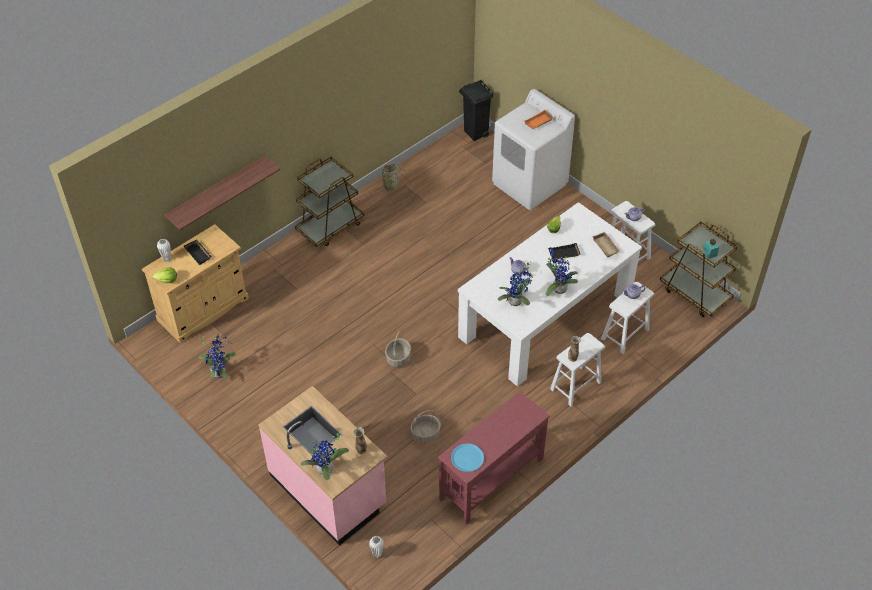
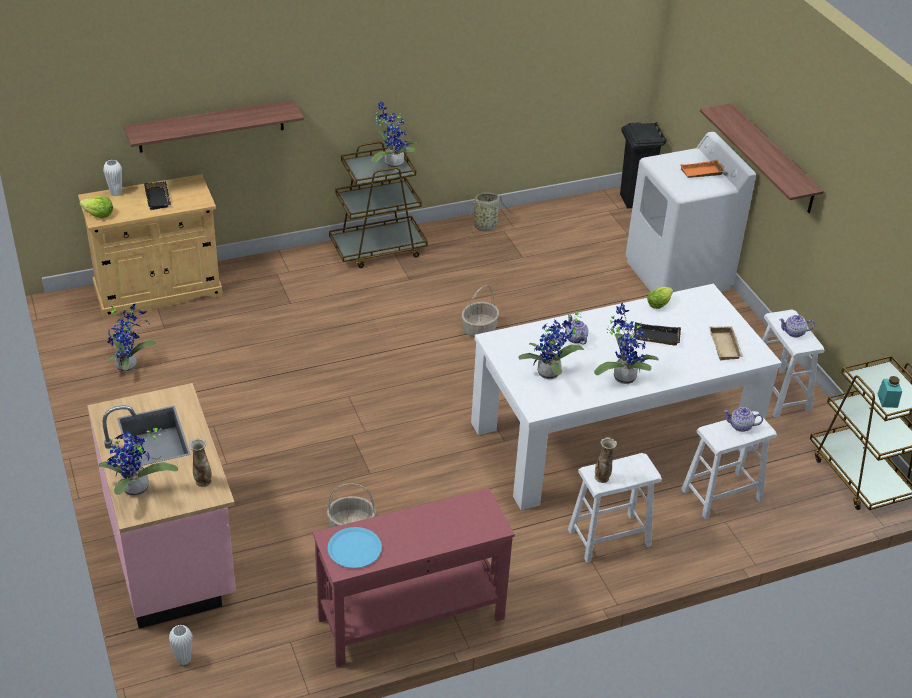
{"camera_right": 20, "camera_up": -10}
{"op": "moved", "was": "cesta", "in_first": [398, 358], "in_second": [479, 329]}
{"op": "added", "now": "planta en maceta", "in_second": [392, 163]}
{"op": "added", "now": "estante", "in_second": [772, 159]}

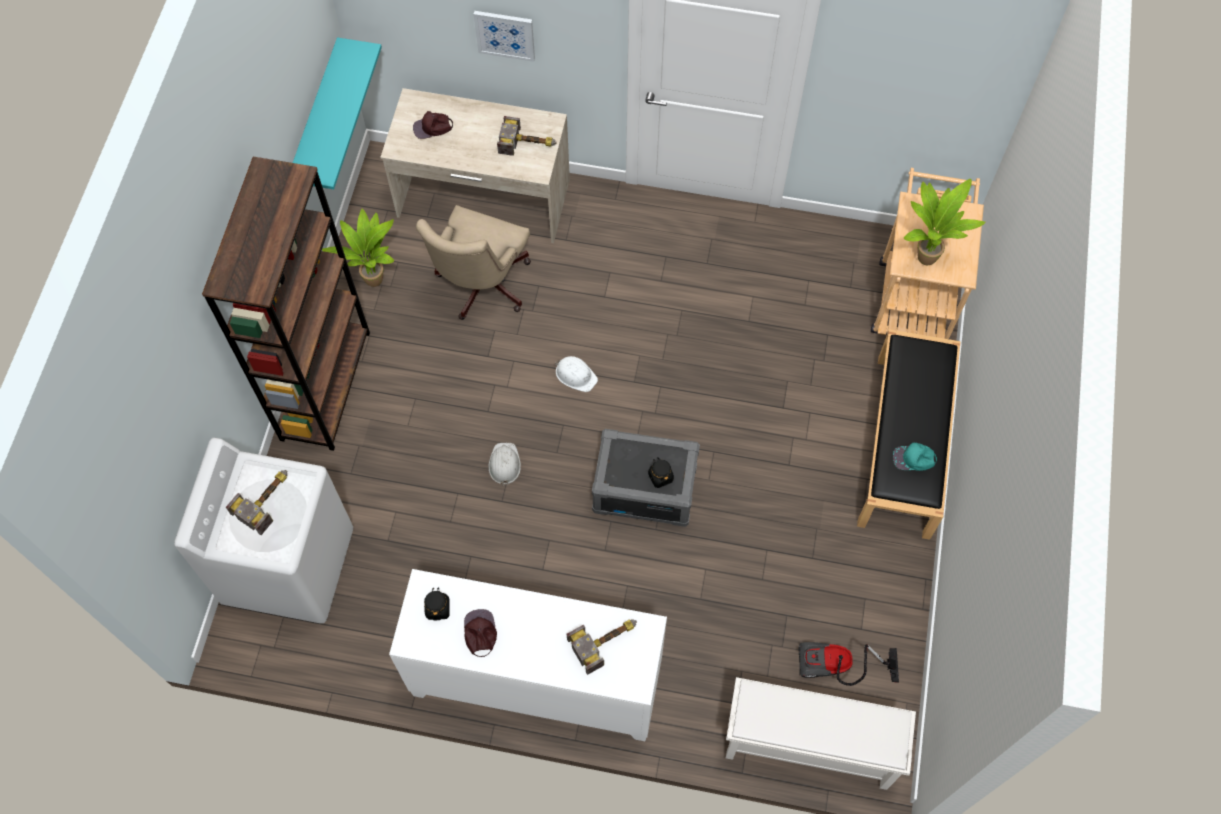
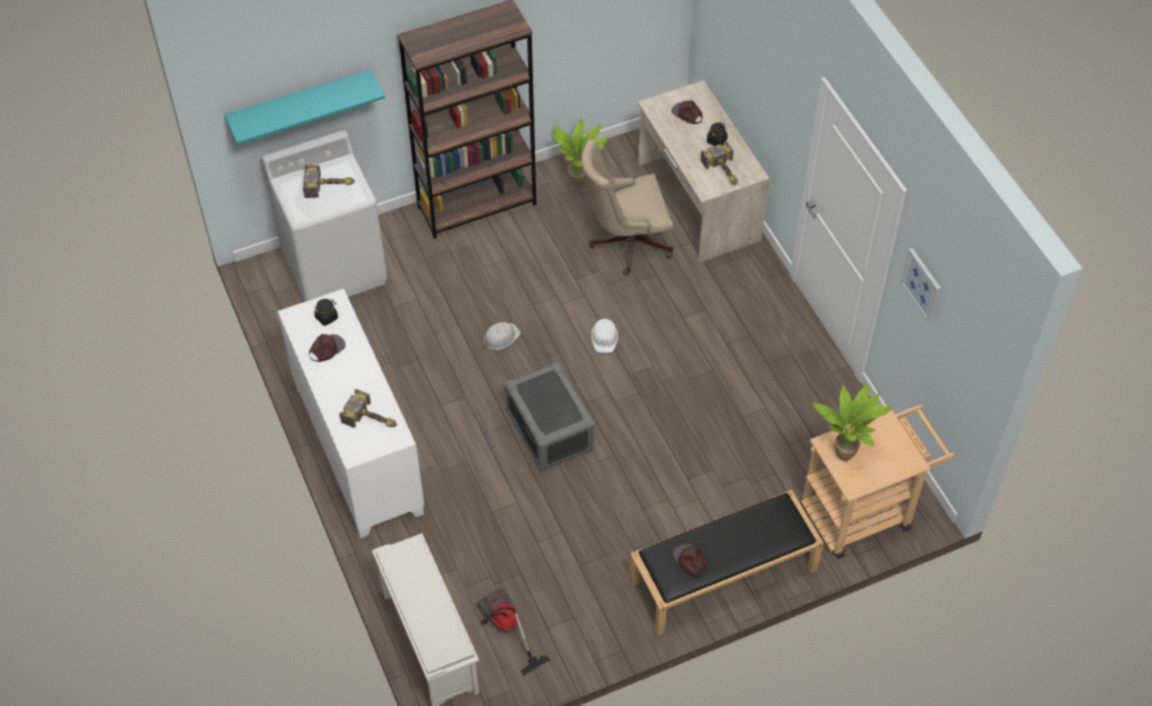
{"camera_right": 55, "camera_up": -10}
{"op": "moved", "was": "cuadro", "in_first": [505, 34], "in_second": [922, 284]}
{"op": "moved", "was": "estante (turquesa)", "in_first": [316, 118], "in_second": [300, 103]}
{"op": "recoloured", "was": "gorra (turquesa)", "now": "gorra (marrón)", "in_first": [914, 459], "in_second": [690, 561]}
{"op": "moved", "was": "tarro (negro)", "in_first": [660, 477], "in_second": [716, 140]}

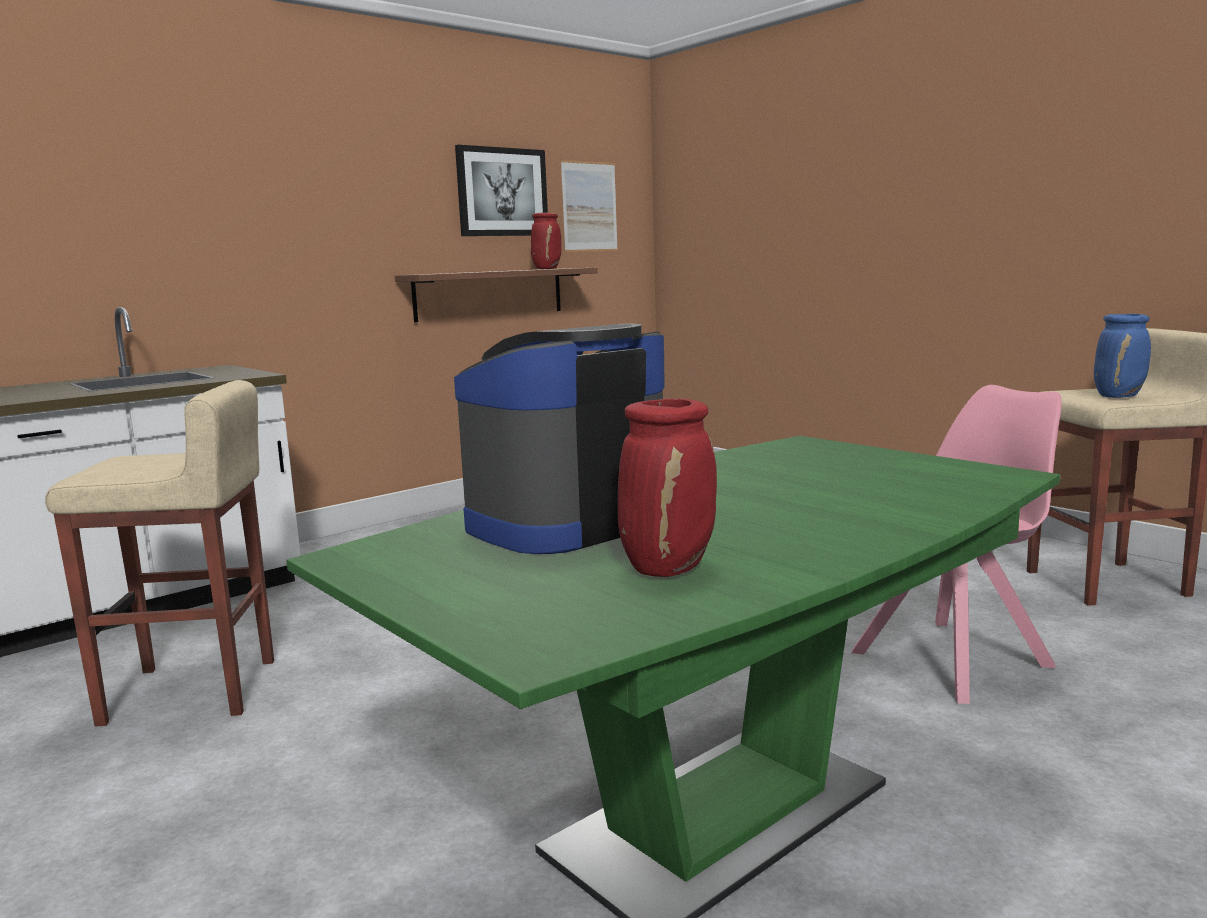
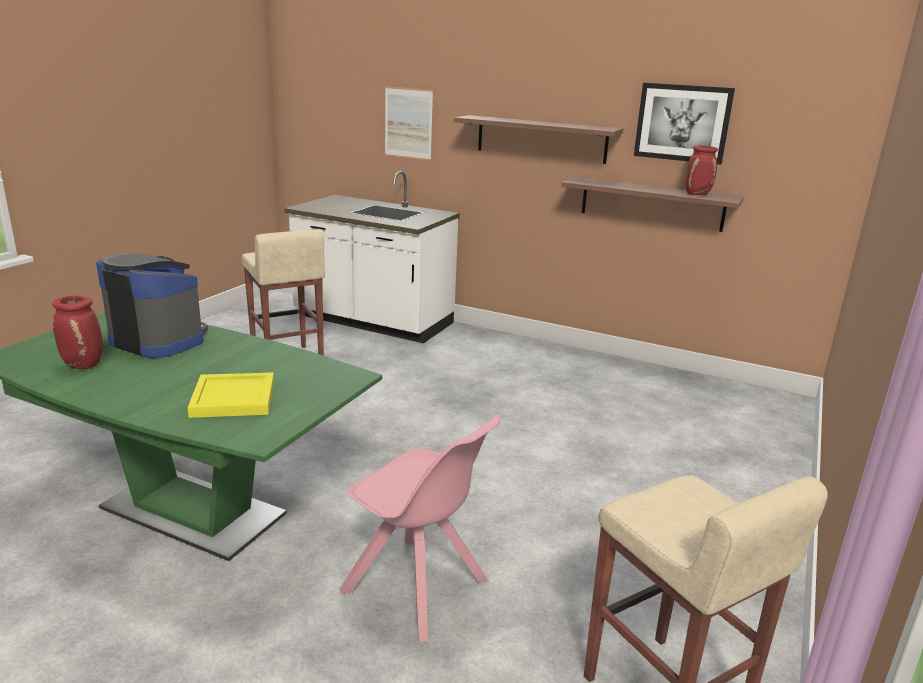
{"camera_right": 65, "camera_up": 10}
{"op": "moved", "was": "cuadro", "in_first": [589, 207], "in_second": [408, 123]}
{"op": "removed", "was": "florero (azul)", "in_first": [1118, 396]}
{"op": "added", "now": "estante", "in_second": [541, 139]}
{"op": "added", "now": "bandeja (amarillo)", "in_second": [235, 398]}

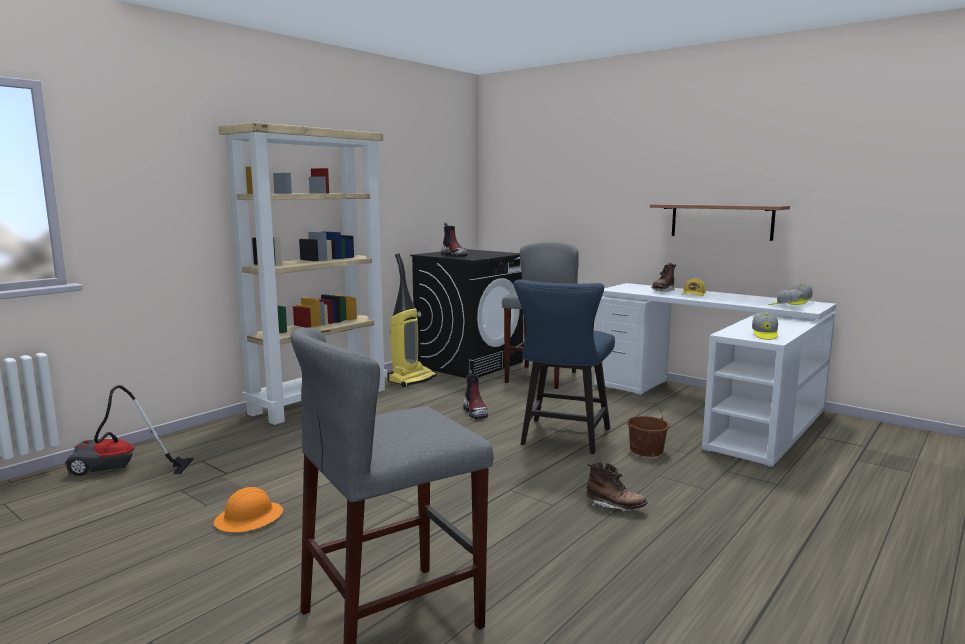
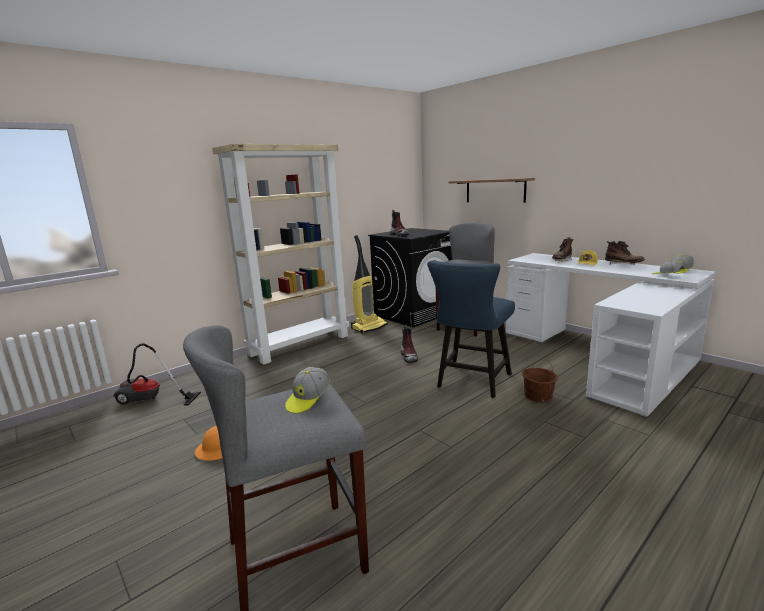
{"camera_right": 10, "camera_up": 5}
{"op": "moved", "was": "estante", "in_first": [721, 221], "in_second": [495, 190]}
{"op": "moved", "was": "gorra", "in_first": [764, 335], "in_second": [308, 399]}
{"op": "moved", "was": "bota (marrón)", "in_first": [615, 507], "in_second": [623, 265]}

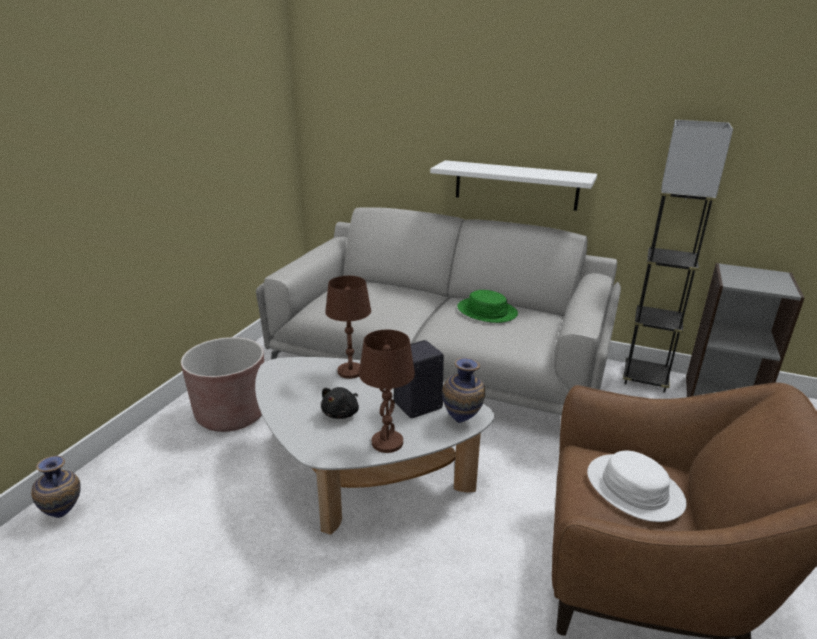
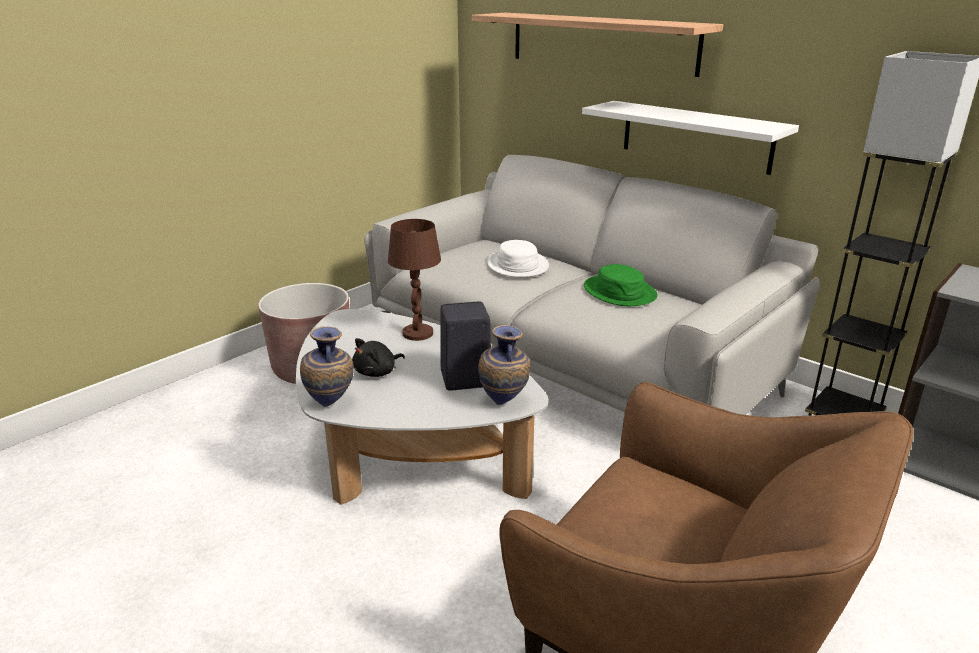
{"camera_right": 20, "camera_up": 0}
{"op": "removed", "was": "lámpara de mesa (marrón)", "in_first": [387, 442]}
{"op": "moved", "was": "sombrero (blanco)", "in_first": [634, 488], "in_second": [517, 265]}
{"op": "moved", "was": "florero", "in_first": [65, 514], "in_second": [331, 405]}
{"op": "added", "now": "estante", "in_second": [601, 42]}

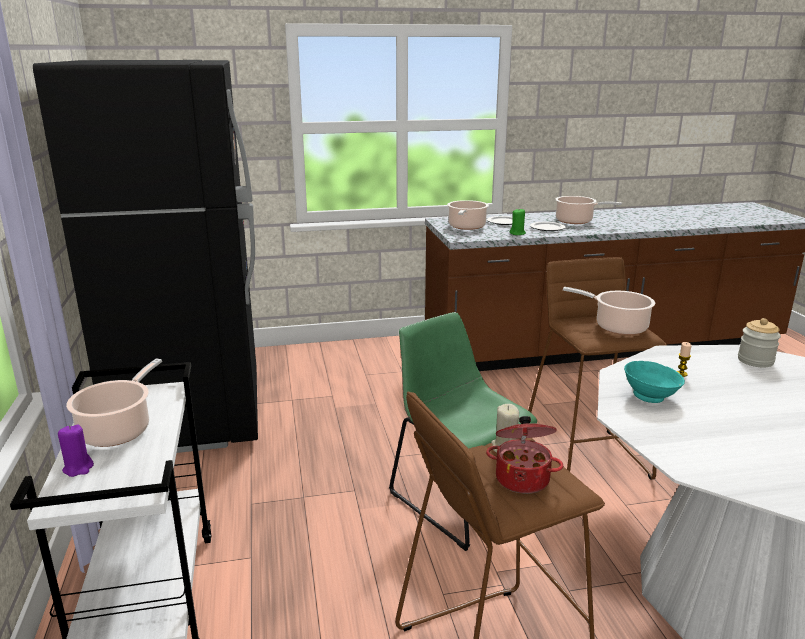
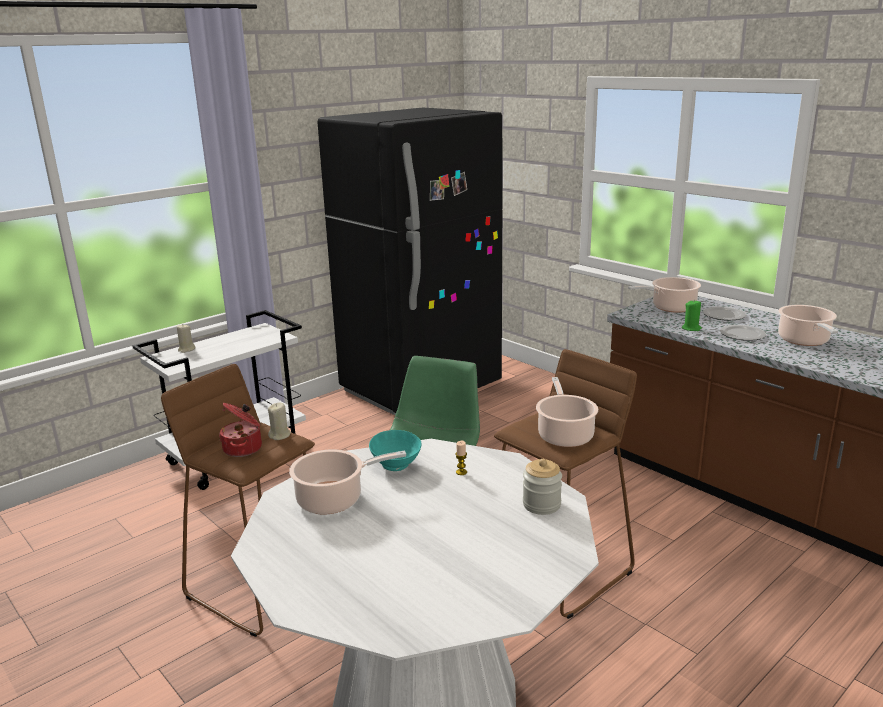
{"camera_right": 60, "camera_up": 0}
{"op": "moved", "was": "olla", "in_first": [118, 429], "in_second": [334, 499]}
{"op": "recoloured", "was": "vela (morado)", "now": "vela (beis)", "in_first": [78, 468], "in_second": [186, 349]}

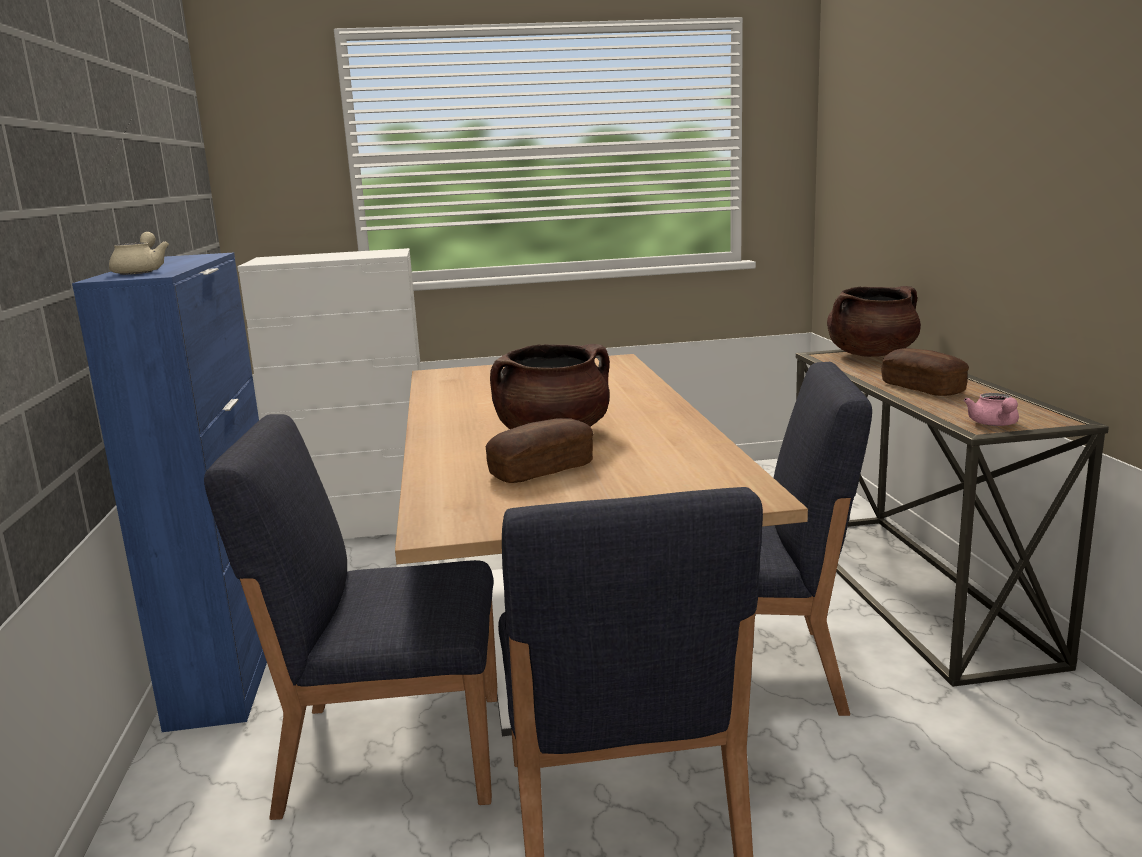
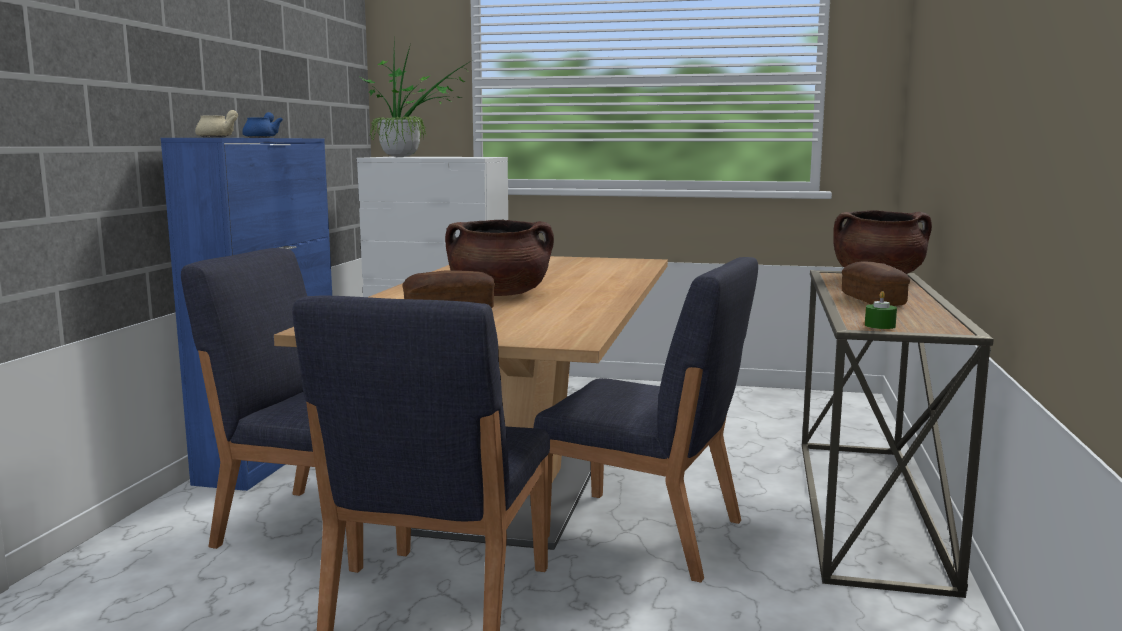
{"camera_right": 20, "camera_up": -5}
{"op": "replaced", "was": "tetera (rosa)", "now": "vela (verde)", "in_first": [994, 424], "in_second": [880, 326]}
{"op": "added", "now": "planta en maceta", "in_second": [409, 157]}
{"op": "added", "now": "tetera (azul)", "in_second": [262, 137]}

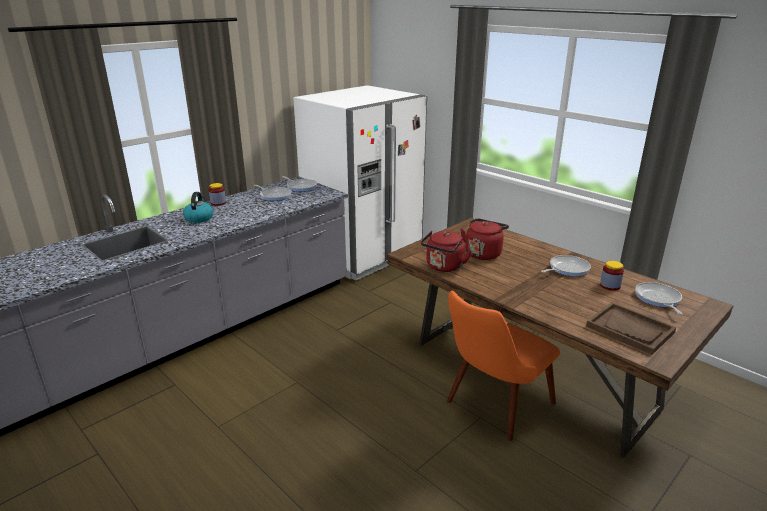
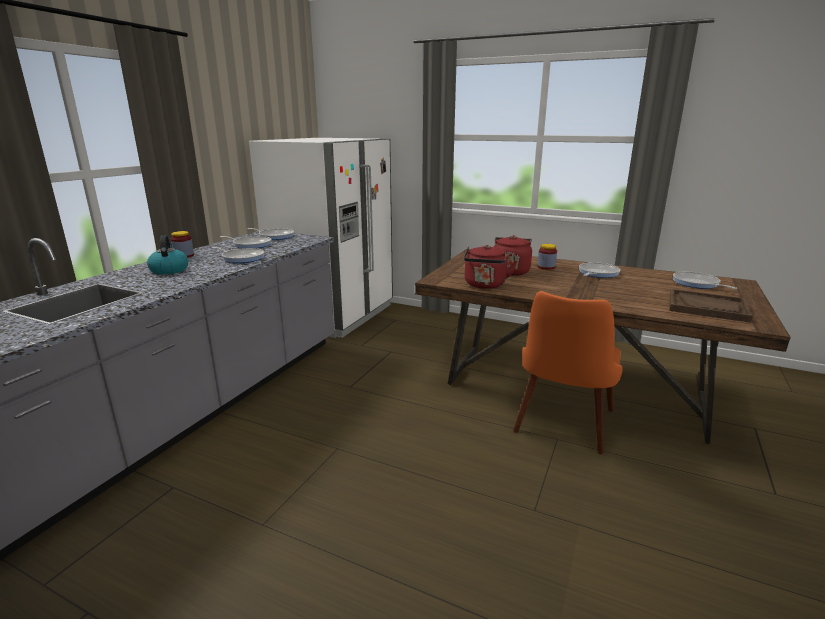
{"camera_right": -20, "camera_up": -5}
{"op": "moved", "was": "tarro", "in_first": [610, 286], "in_second": [546, 267]}
{"op": "added", "now": "sartén", "in_second": [241, 258]}

